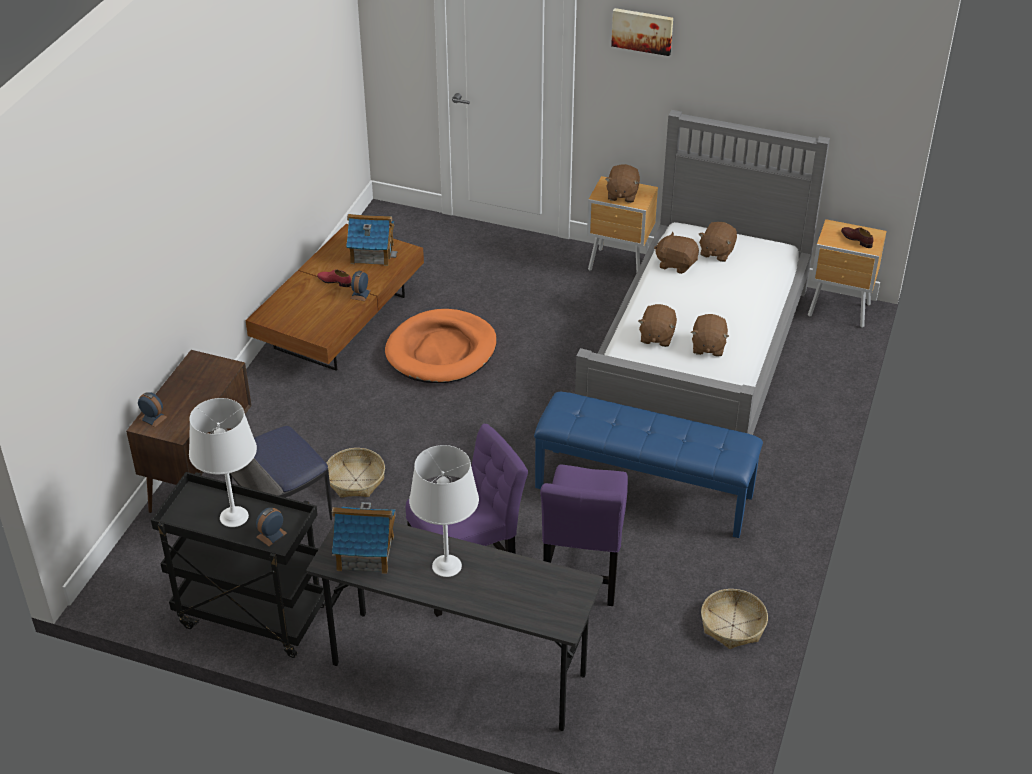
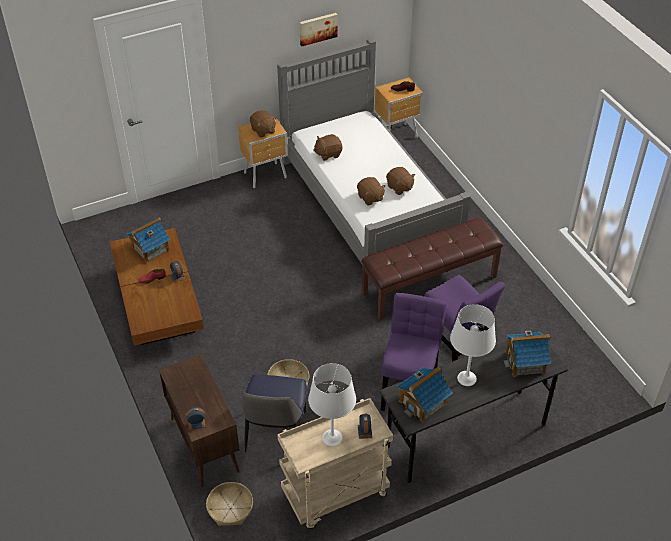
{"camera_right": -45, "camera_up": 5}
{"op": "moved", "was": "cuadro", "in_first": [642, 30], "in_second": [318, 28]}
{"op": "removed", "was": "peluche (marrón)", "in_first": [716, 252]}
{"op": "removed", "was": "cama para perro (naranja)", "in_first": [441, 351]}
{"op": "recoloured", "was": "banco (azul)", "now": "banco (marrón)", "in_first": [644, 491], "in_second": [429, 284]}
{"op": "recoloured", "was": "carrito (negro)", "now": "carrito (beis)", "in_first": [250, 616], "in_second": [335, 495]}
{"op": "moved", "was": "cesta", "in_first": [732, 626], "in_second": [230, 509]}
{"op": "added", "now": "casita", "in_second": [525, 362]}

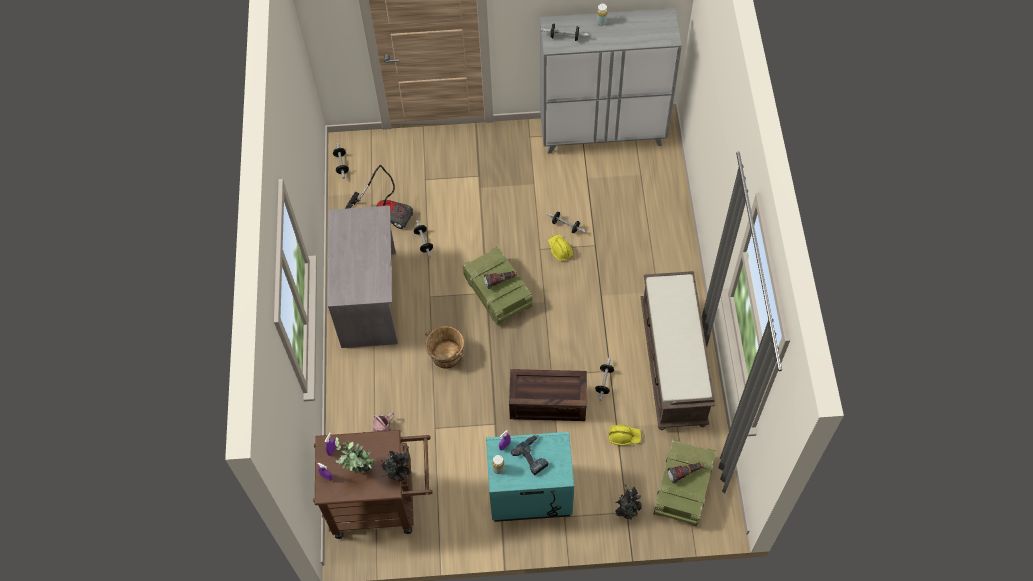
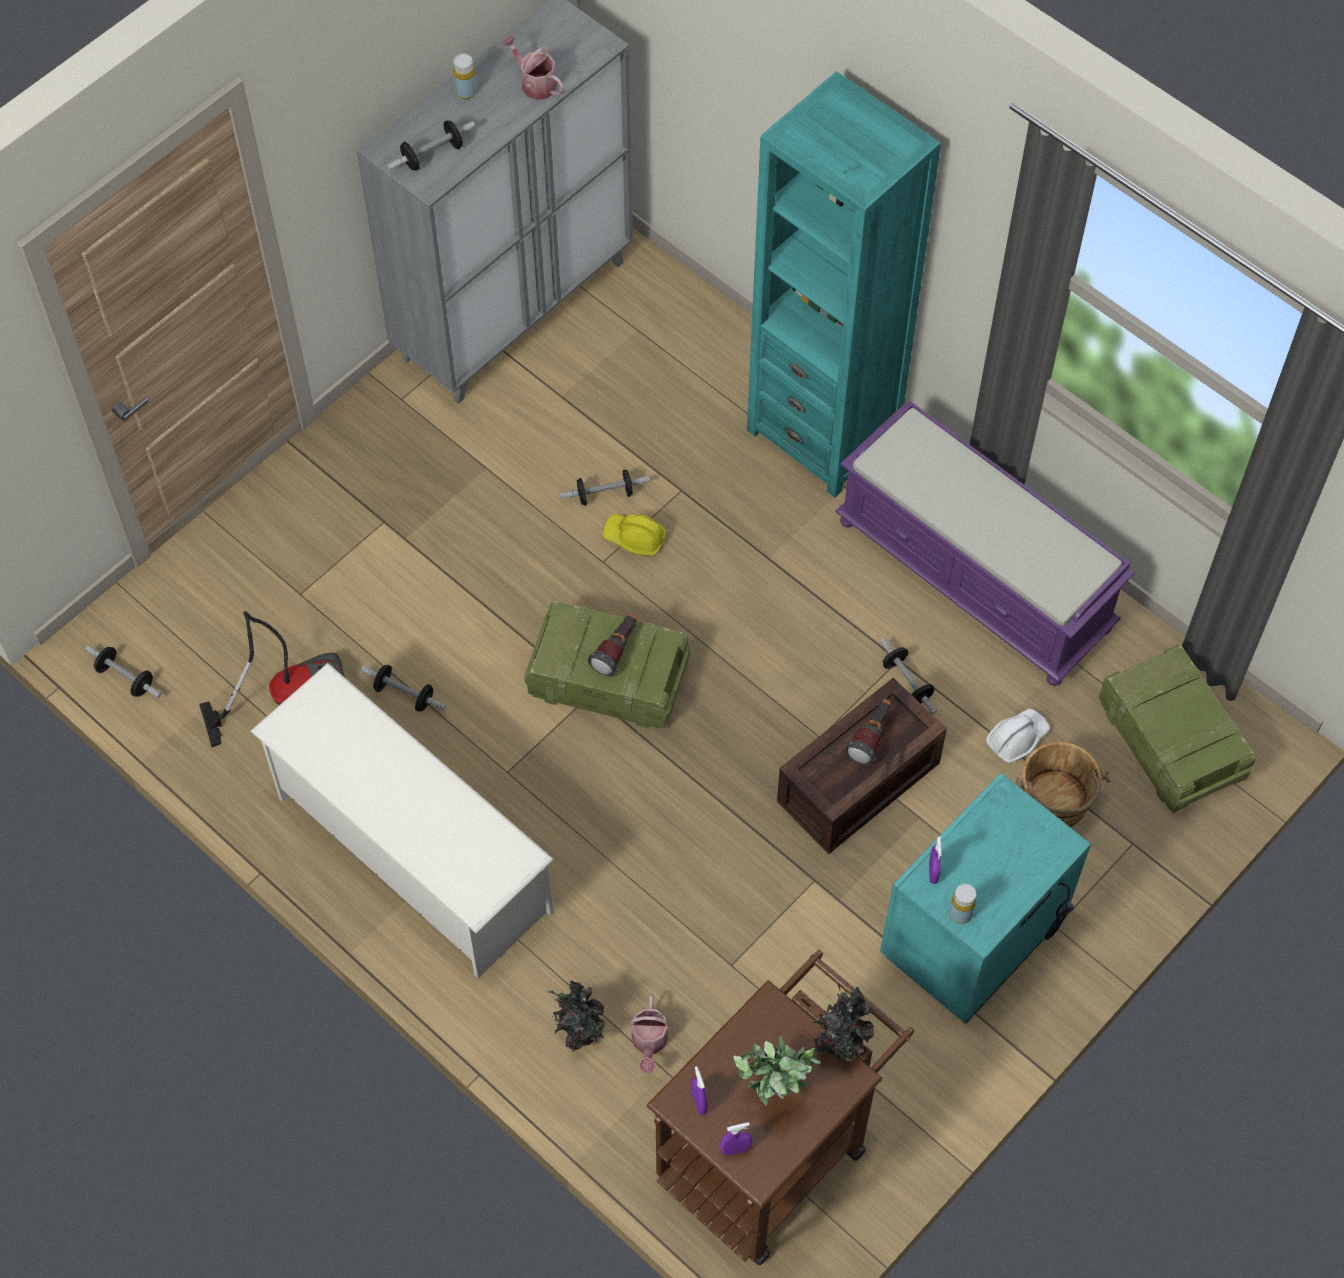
{"camera_right": -45, "camera_up": 0}
{"op": "replaced", "was": "escritorio (gris)", "now": "zapatero (blanco)", "in_first": [370, 298], "in_second": [412, 853]}
{"op": "recoloured", "was": "banco (marrón)", "now": "banco (morado)", "in_first": [674, 364], "in_second": [976, 575]}
{"op": "moved", "was": "cubo (marrón)", "in_first": [446, 355], "in_second": [1054, 803]}
{"op": "recoloured", "was": "casco (amarillo)", "now": "casco (blanco)", "in_first": [624, 436], "in_second": [1017, 738]}
{"op": "removed", "was": "taladro", "in_first": [533, 456]}
{"op": "moved", "was": "linterna", "in_first": [685, 473], "in_second": [871, 737]}
{"op": "moved", "was": "planta en maceta", "in_first": [626, 511], "in_second": [580, 1034]}
{"op": "added", "now": "regadera", "in_second": [534, 83]}
{"op": "added", "now": "estantería (turquesa)", "in_second": [823, 433]}

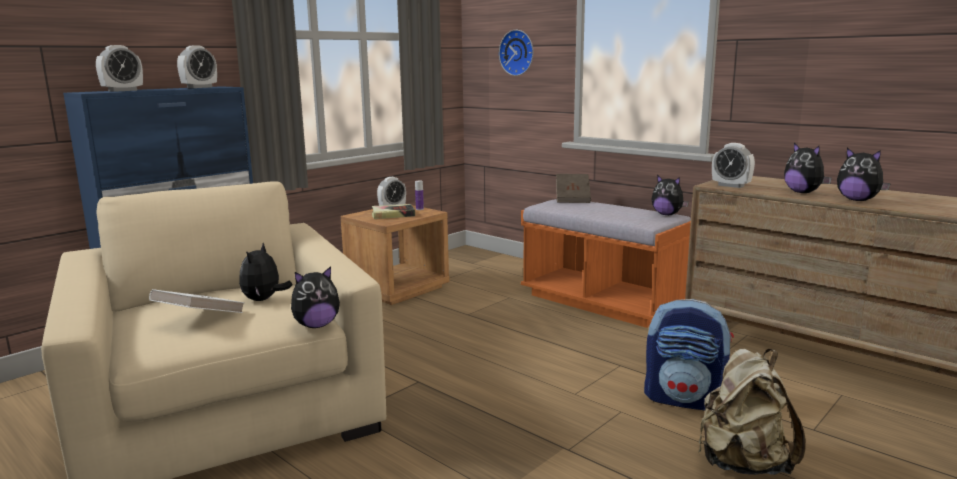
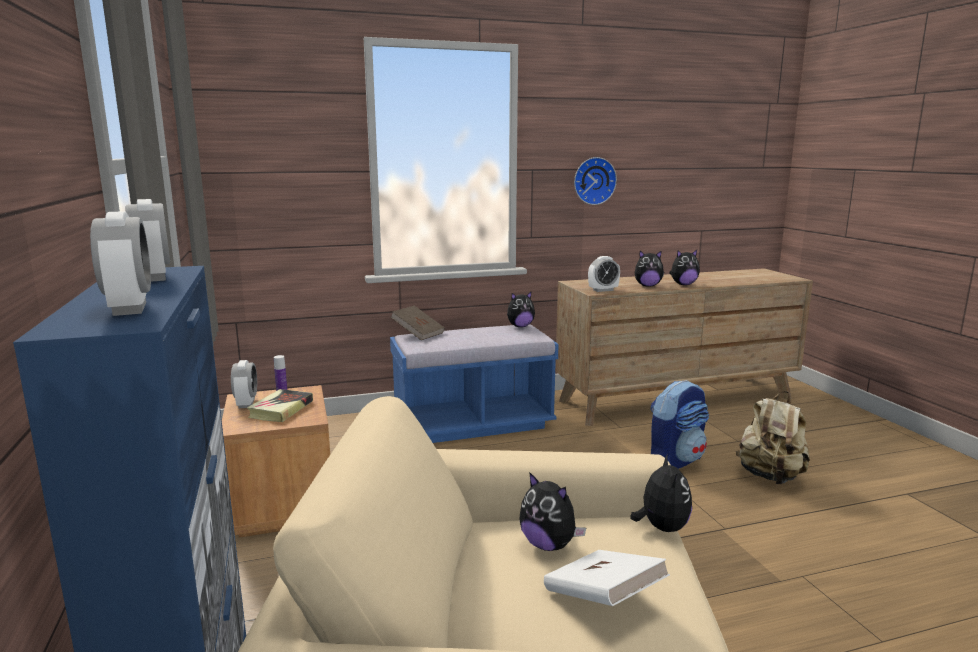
{"camera_right": -60, "camera_up": 0}
{"op": "moved", "was": "reloj de pared", "in_first": [518, 52], "in_second": [593, 181]}
{"op": "recoloured", "was": "banco (naranja)", "now": "banco (azul)", "in_first": [602, 302], "in_second": [473, 424]}

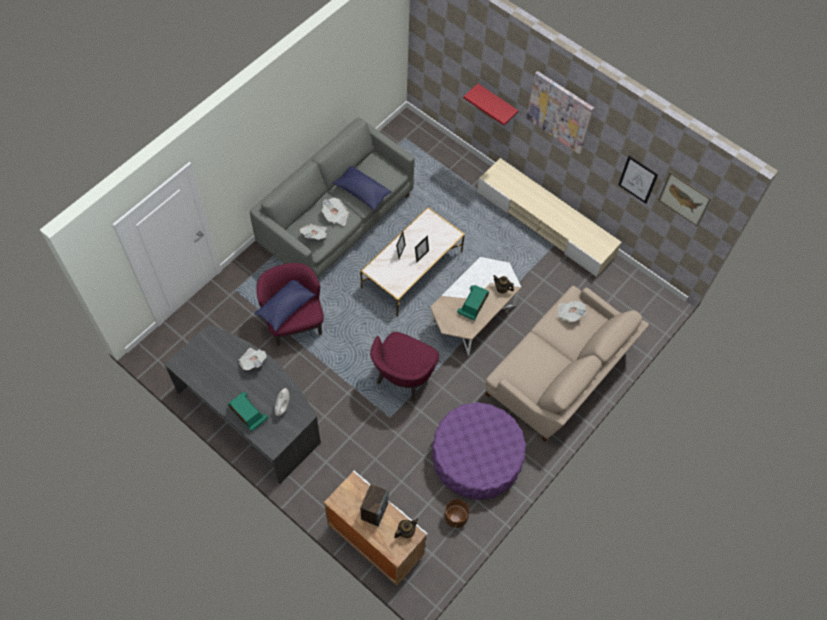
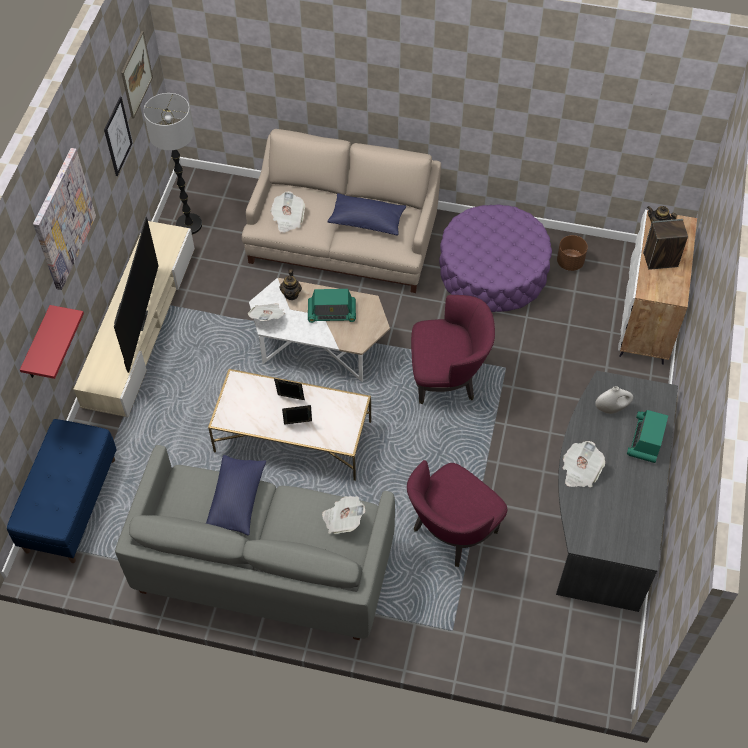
{"camera_right": -115, "camera_up": -5}
{"op": "moved", "was": "periódico", "in_first": [336, 216], "in_second": [268, 317]}
{"op": "moved", "was": "cojín (azul)", "in_first": [285, 307], "in_second": [367, 221]}
{"op": "added", "now": "lámpara de pie", "in_second": [189, 225]}
{"op": "added", "now": "televisor", "in_second": [137, 319]}
{"op": "added", "now": "banco (azul)", "in_second": [70, 504]}

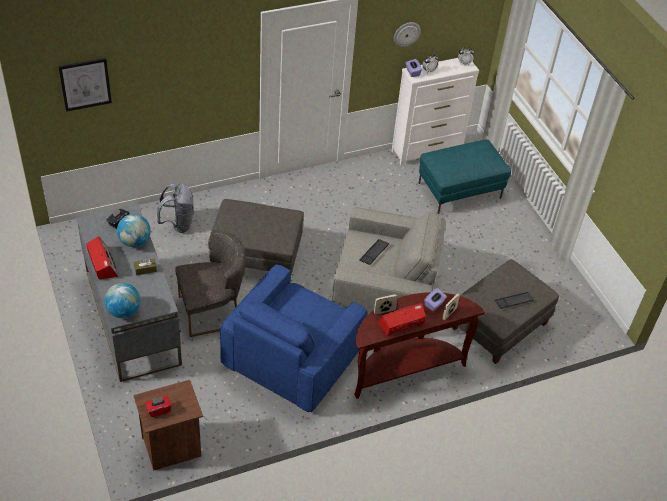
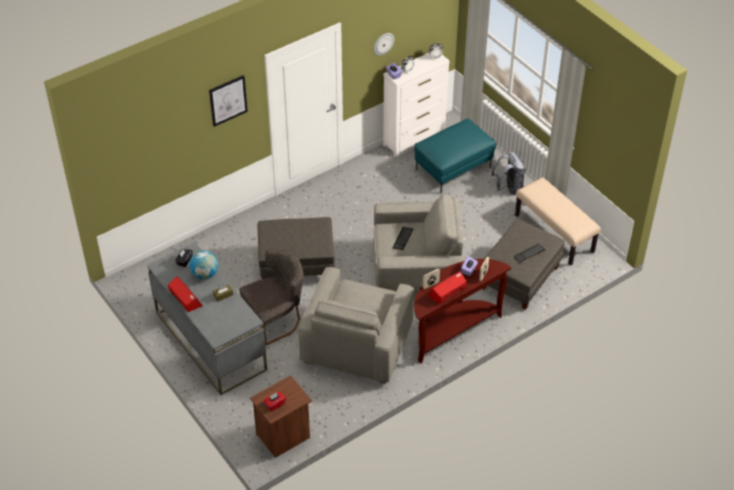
{"camera_right": -10, "camera_up": 0}
{"op": "moved", "was": "cuadro", "in_first": [85, 84], "in_second": [228, 100]}
{"op": "moved", "was": "mochila (gris)", "in_first": [178, 224], "in_second": [508, 188]}
{"op": "recoloured", "was": "sillón (azul)", "now": "sillón (gris)", "in_first": [292, 358], "in_second": [357, 343]}
{"op": "removed", "was": "globo terráqueo", "in_first": [124, 311]}
{"op": "added", "now": "banco (beis)", "in_second": [554, 233]}

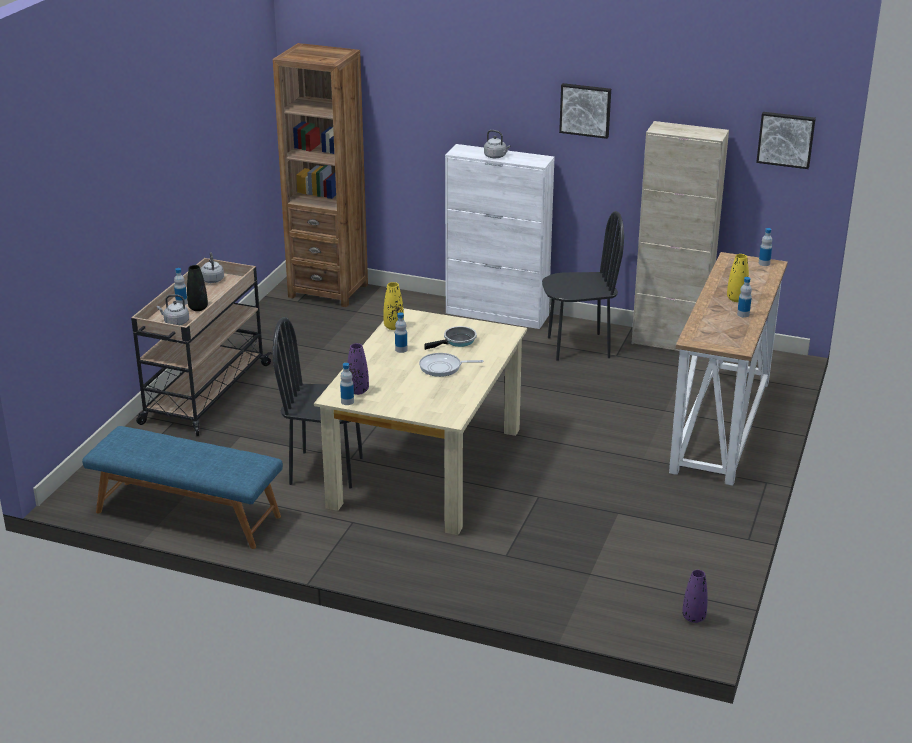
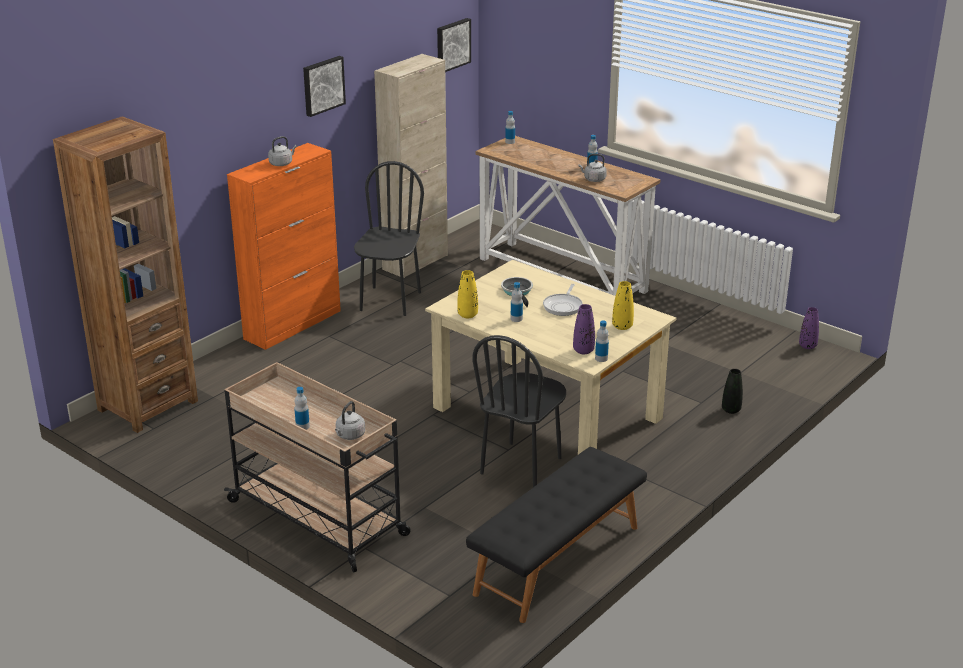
{"camera_right": -70, "camera_up": 0}
{"op": "recoloured", "was": "armario (blanco)", "now": "armario (naranja)", "in_first": [497, 314], "in_second": [293, 324]}
{"op": "moved", "was": "hervidor (gris)", "in_first": [212, 279], "in_second": [593, 179]}
{"op": "moved", "was": "florero (amarillo)", "in_first": [736, 299], "in_second": [622, 326]}
{"op": "moved", "was": "florero (negro)", "in_first": [198, 308], "in_second": [731, 410]}
{"op": "recoloured", "was": "banco (azul)", "now": "banco (negro)", "in_first": [187, 514], "in_second": [558, 560]}

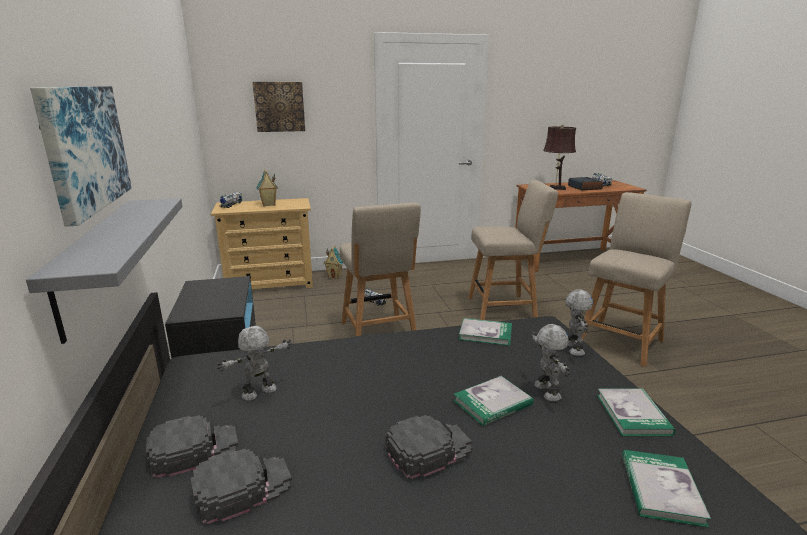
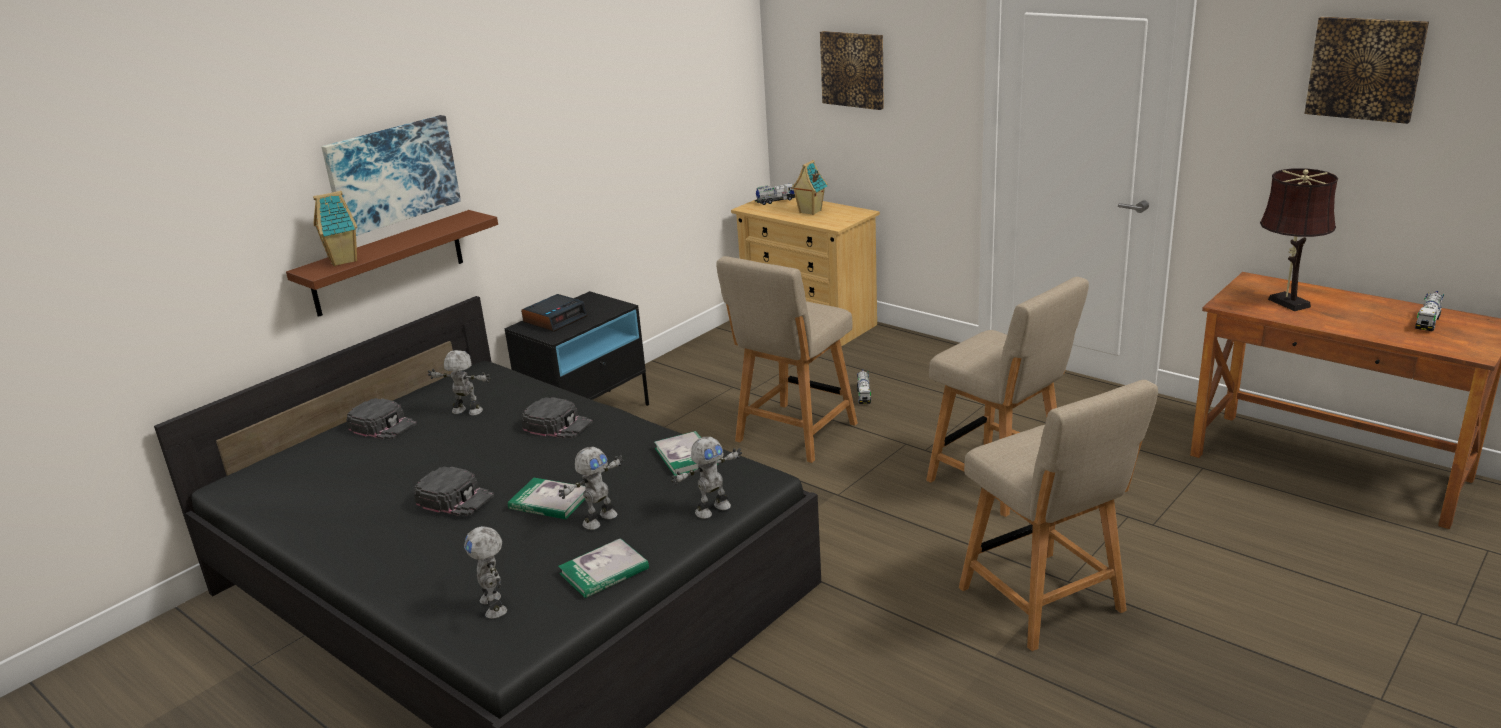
{"camera_right": 55, "camera_up": 5}
{"op": "moved", "was": "despertador", "in_first": [584, 187], "in_second": [555, 319]}
{"op": "turned", "was": "silla (beis)", "in_first": [621, 341], "in_second": [1046, 603], "clockwise": 60}
{"op": "recoloured", "was": "estante (gris)", "now": "estante (marrón)", "in_first": [97, 262], "in_second": [388, 263]}
{"op": "moved", "was": "casita", "in_first": [335, 276], "in_second": [344, 260]}
{"op": "moved", "was": "gorra (negro)", "in_first": [242, 487], "in_second": [558, 425]}
{"op": "replaced", "was": "libro", "now": "robot de juguete", "in_first": [661, 489], "in_second": [495, 606]}
{"op": "added", "now": "cuadro", "in_second": [1365, 68]}

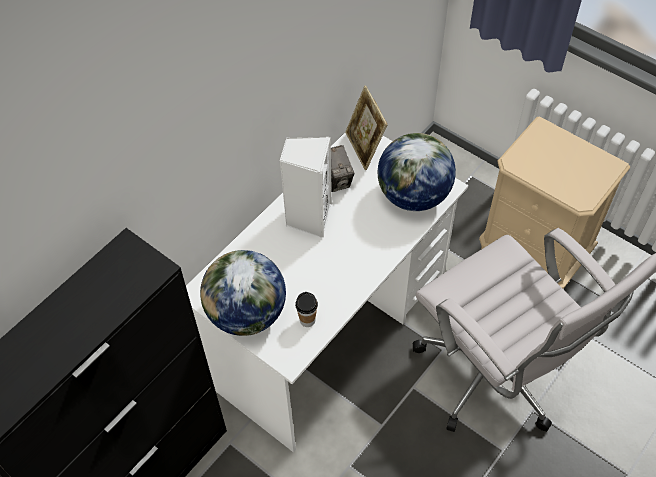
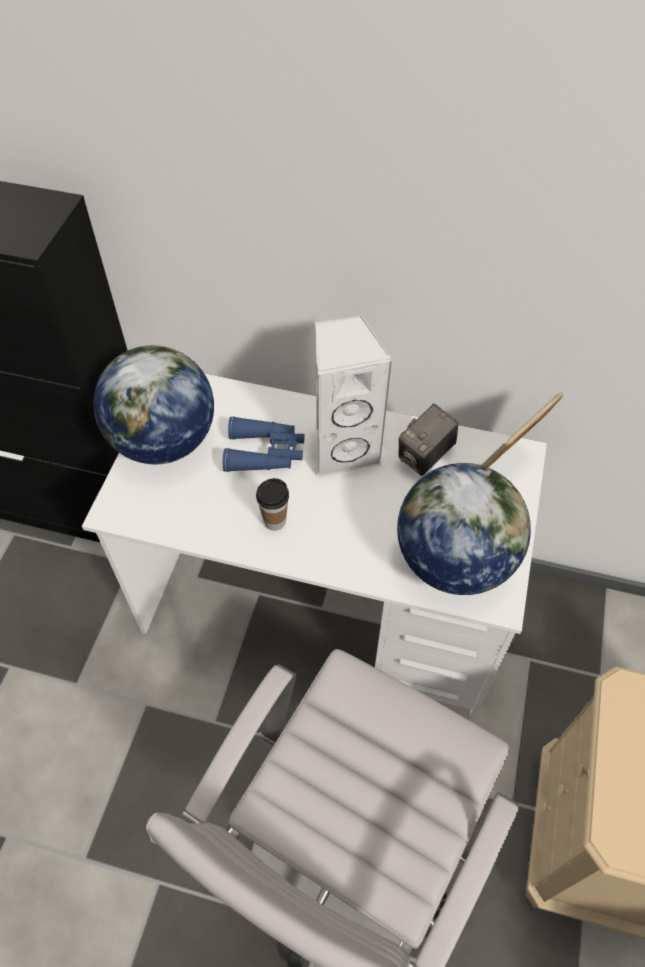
{"camera_right": 65, "camera_up": 0}
{"op": "moved", "was": "taza", "in_first": [307, 320], "in_second": [275, 521]}
{"op": "added", "now": "prismáticos (azul)", "in_second": [265, 452]}

